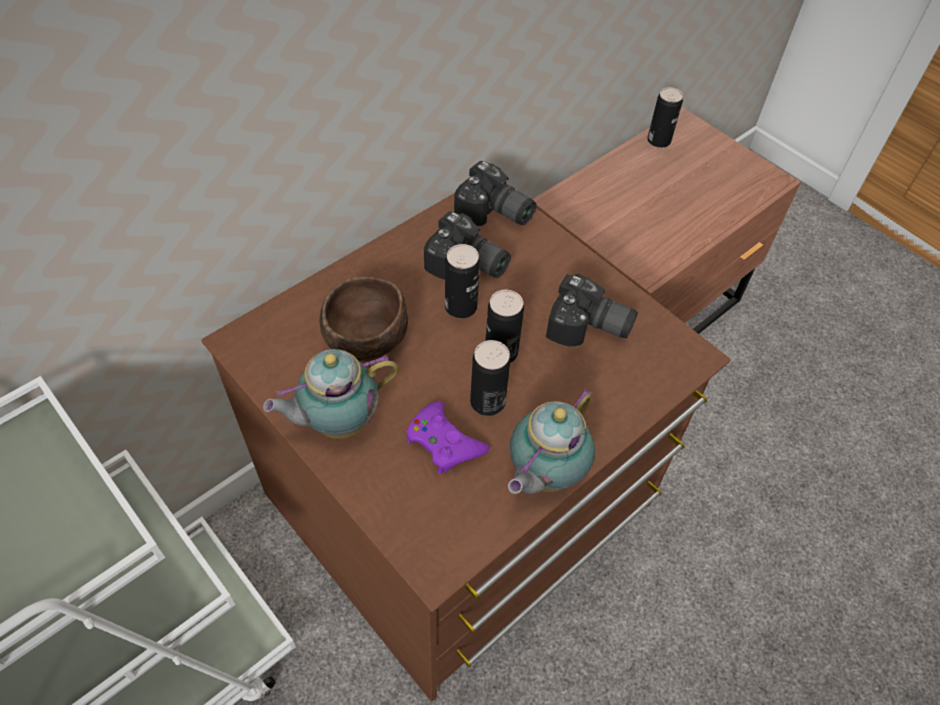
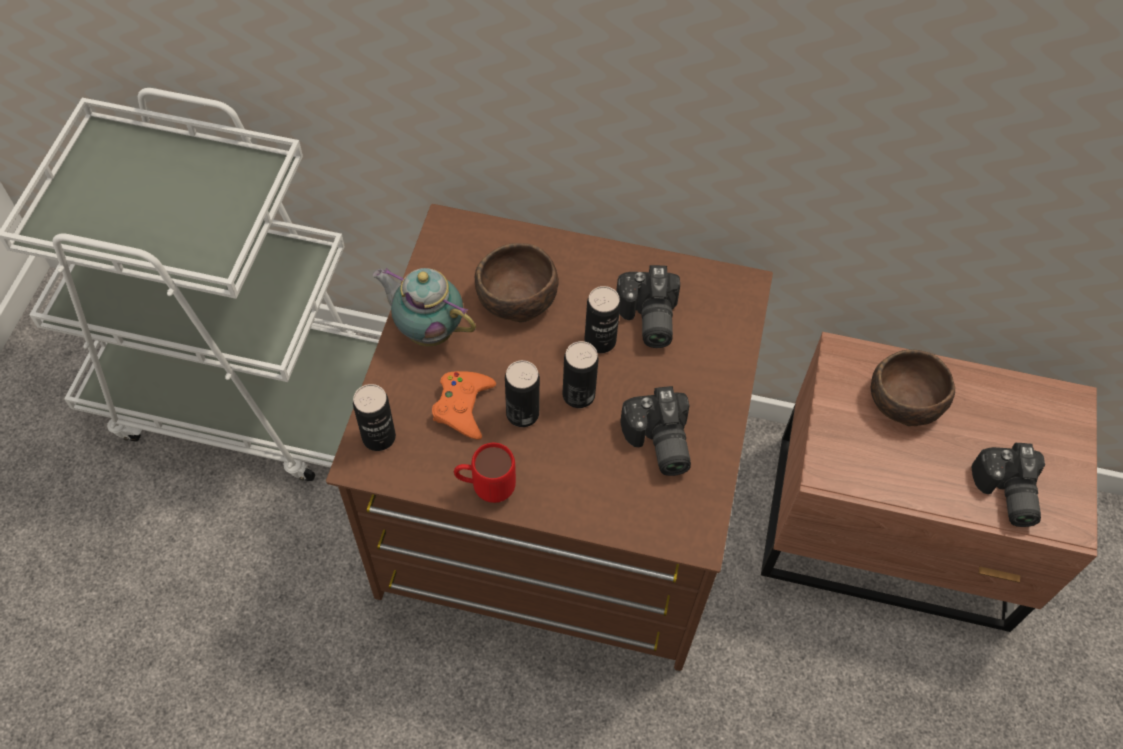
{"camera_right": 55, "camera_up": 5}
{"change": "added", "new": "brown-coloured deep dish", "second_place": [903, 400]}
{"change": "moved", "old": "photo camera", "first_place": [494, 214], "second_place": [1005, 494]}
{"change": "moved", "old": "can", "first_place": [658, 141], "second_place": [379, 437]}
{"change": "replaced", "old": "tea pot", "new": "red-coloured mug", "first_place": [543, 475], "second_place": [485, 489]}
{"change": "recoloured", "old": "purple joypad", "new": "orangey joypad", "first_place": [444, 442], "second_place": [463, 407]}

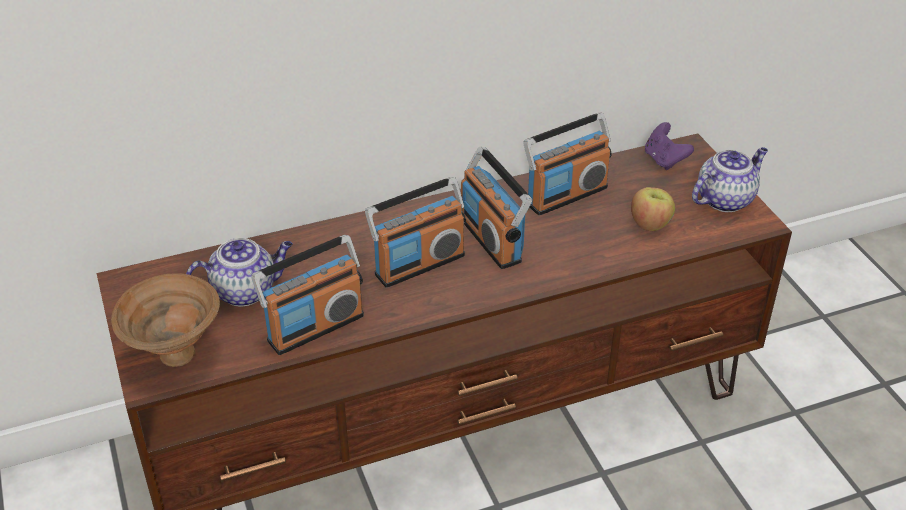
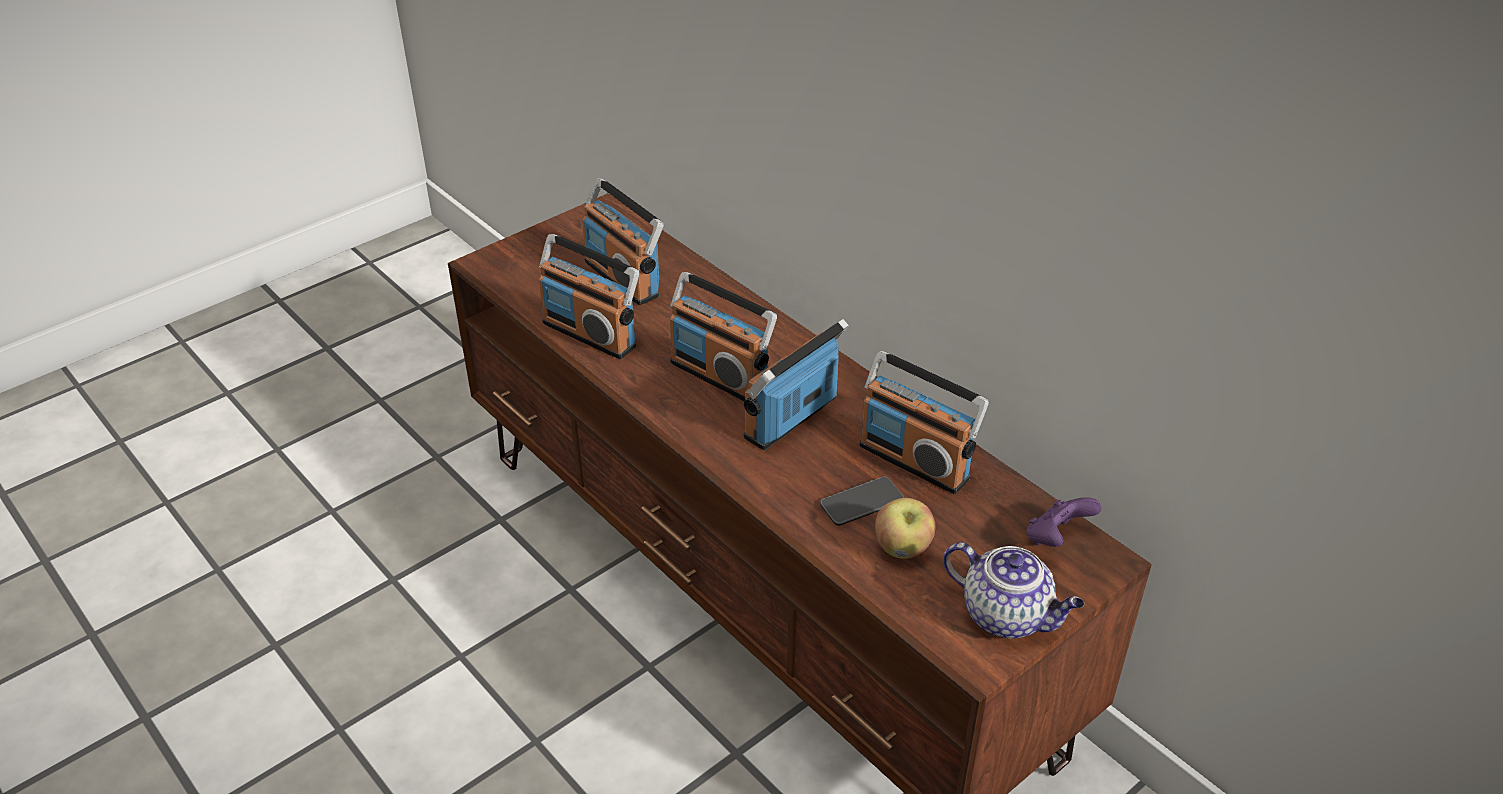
{"camera_right": 70, "camera_up": 0}
{"change": "removed", "old": "brown-coloured deep dish", "first_place": [176, 357]}
{"change": "added", "new": "handset", "second_place": [861, 502]}
{"change": "replaced", "old": "tea pot", "new": "radio set", "first_place": [245, 291], "second_place": [623, 278]}

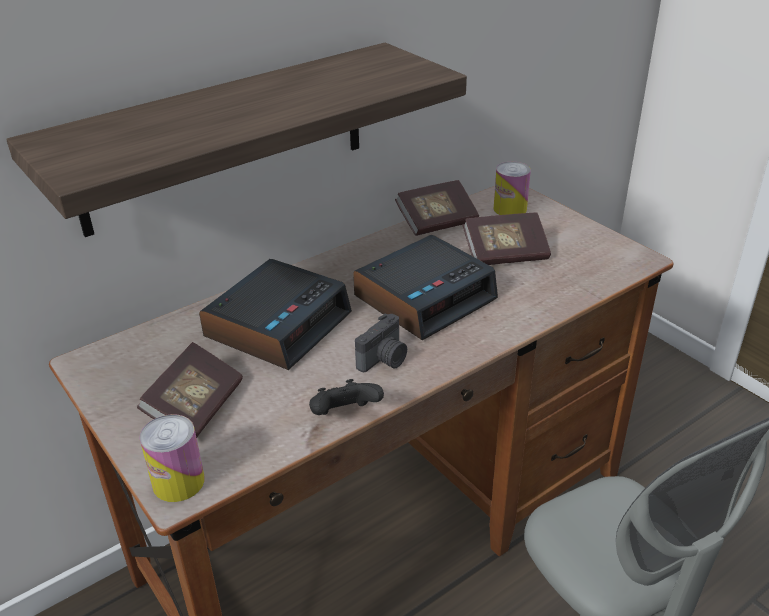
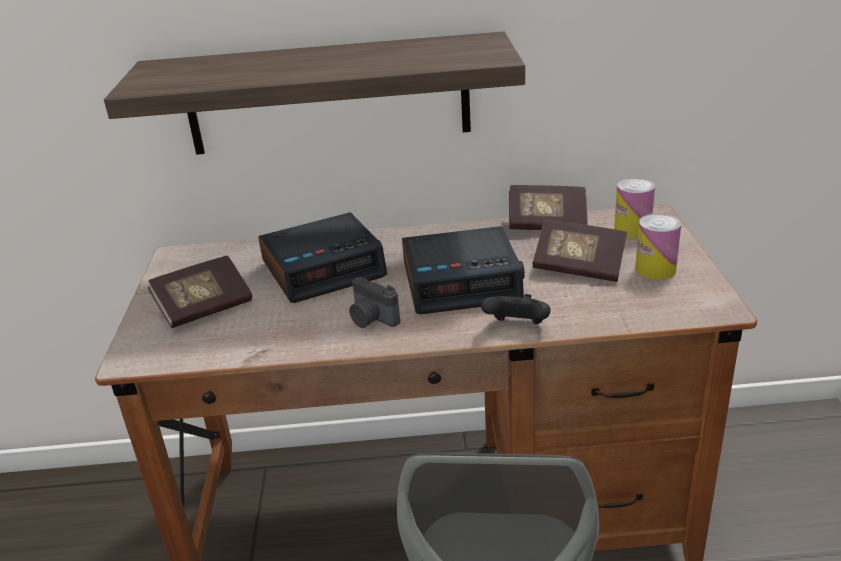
{"camera_right": 35, "camera_up": -5}
{"change": "moved", "old": "can", "first_place": [178, 482], "second_place": [655, 269]}
{"change": "moved", "old": "black joypad", "first_place": [345, 415], "second_place": [517, 327]}
{"change": "turned", "old": "photo camera", "first_place": [384, 360], "second_place": [371, 319], "degrees": 60}

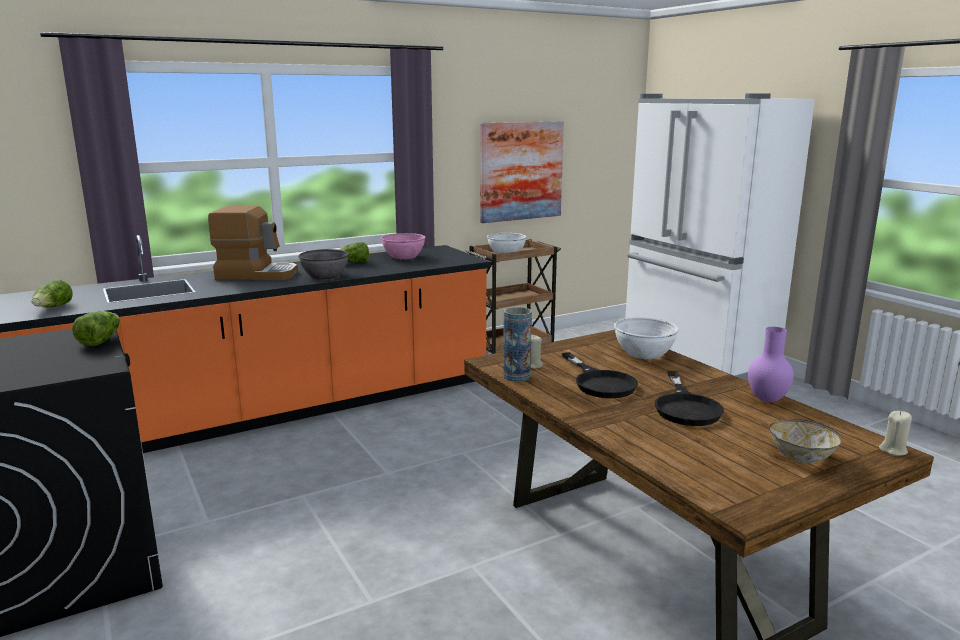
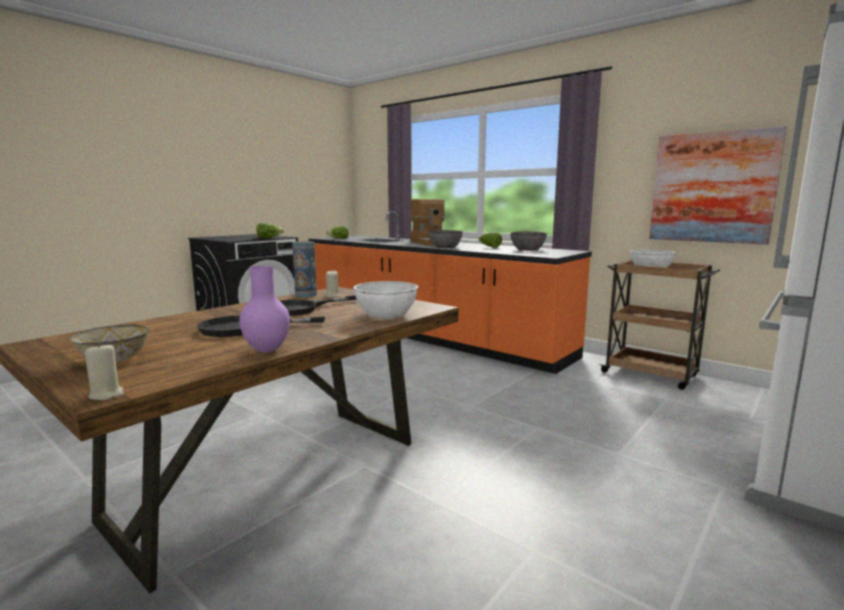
{"camera_right": 70, "camera_up": -5}
{"change": "recoloured", "old": "pink-coloured deep dish", "new": "greyish deep dish", "first_place": [403, 257], "second_place": [527, 249]}

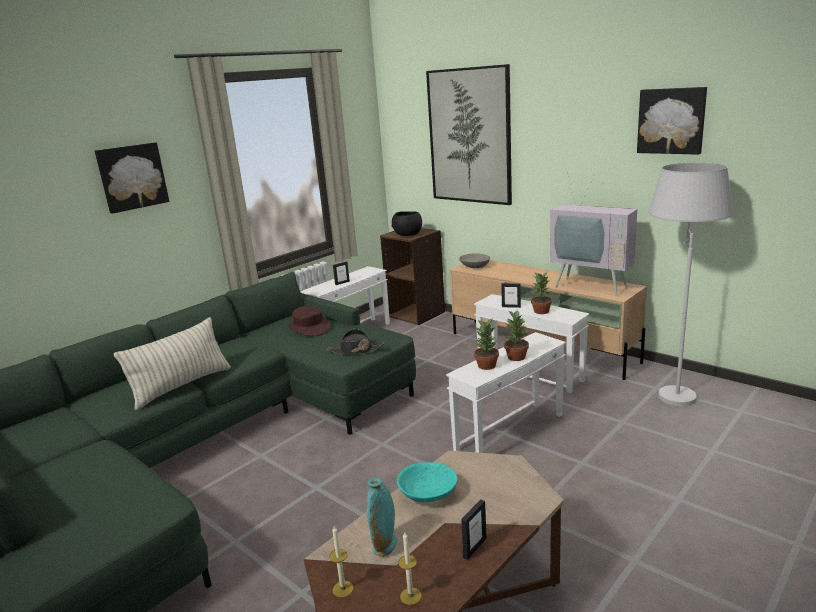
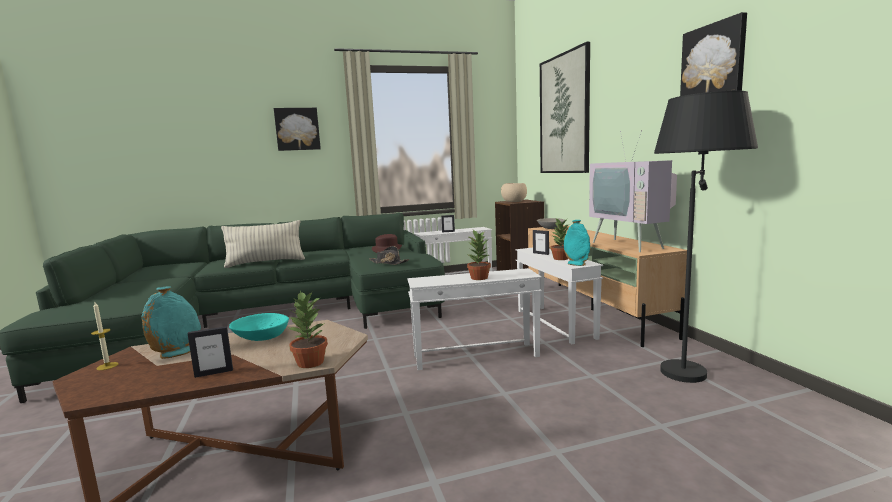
{"camera_right": 30, "camera_up": -10}
{"change": "removed", "old": "wax candle", "first_place": [410, 596]}
{"change": "added", "new": "turquoise vase", "second_place": [576, 264]}
{"change": "moved", "old": "plant in a pot", "first_place": [487, 366], "second_place": [310, 363]}
{"change": "recoloured", "old": "black deep dish", "new": "sand-coloured deep dish", "first_place": [407, 235], "second_place": [513, 202]}
{"change": "recoloured", "old": "white-coloured standing lamp", "new": "black standing lamp", "first_place": [674, 388], "second_place": [691, 365]}

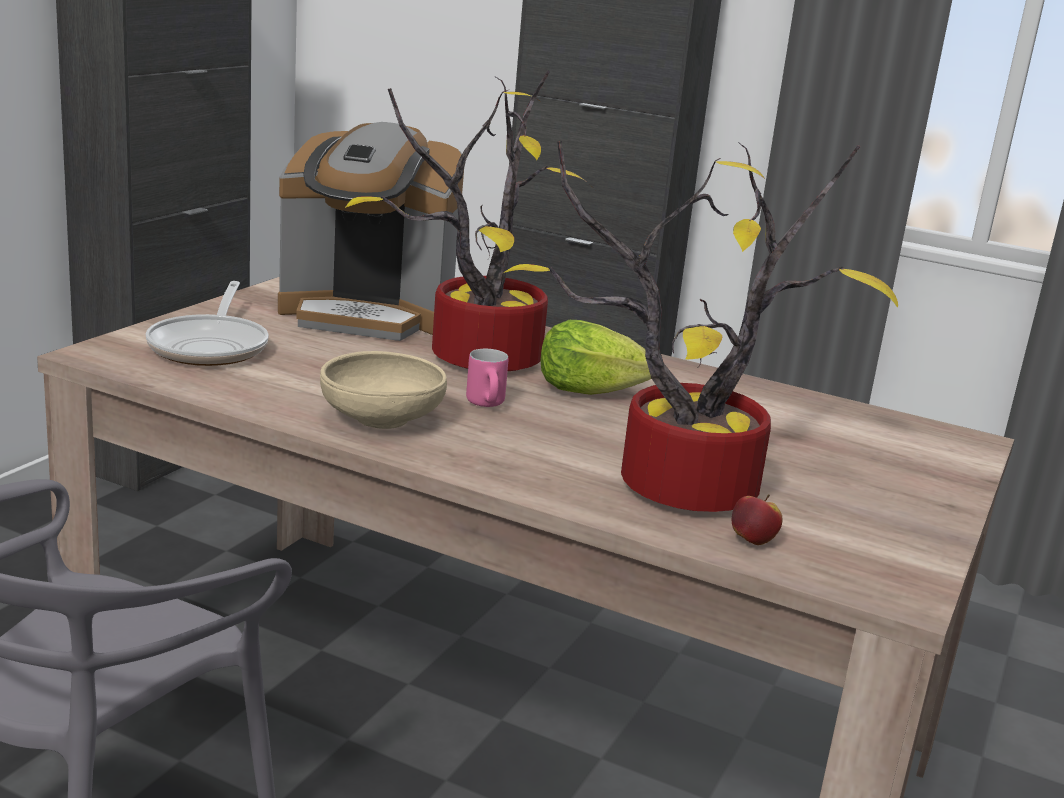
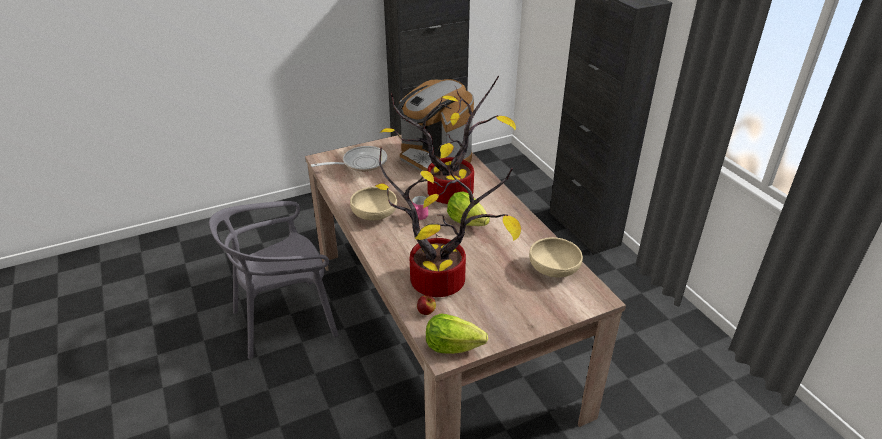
{"camera_right": 40, "camera_up": 15}
{"change": "added", "new": "lettuce head", "second_place": [452, 346]}
{"change": "added", "new": "sand-coloured deep dish", "second_place": [553, 269]}
{"change": "turned", "old": "frying pan", "first_place": [211, 346], "second_place": [361, 163], "degrees": -150}

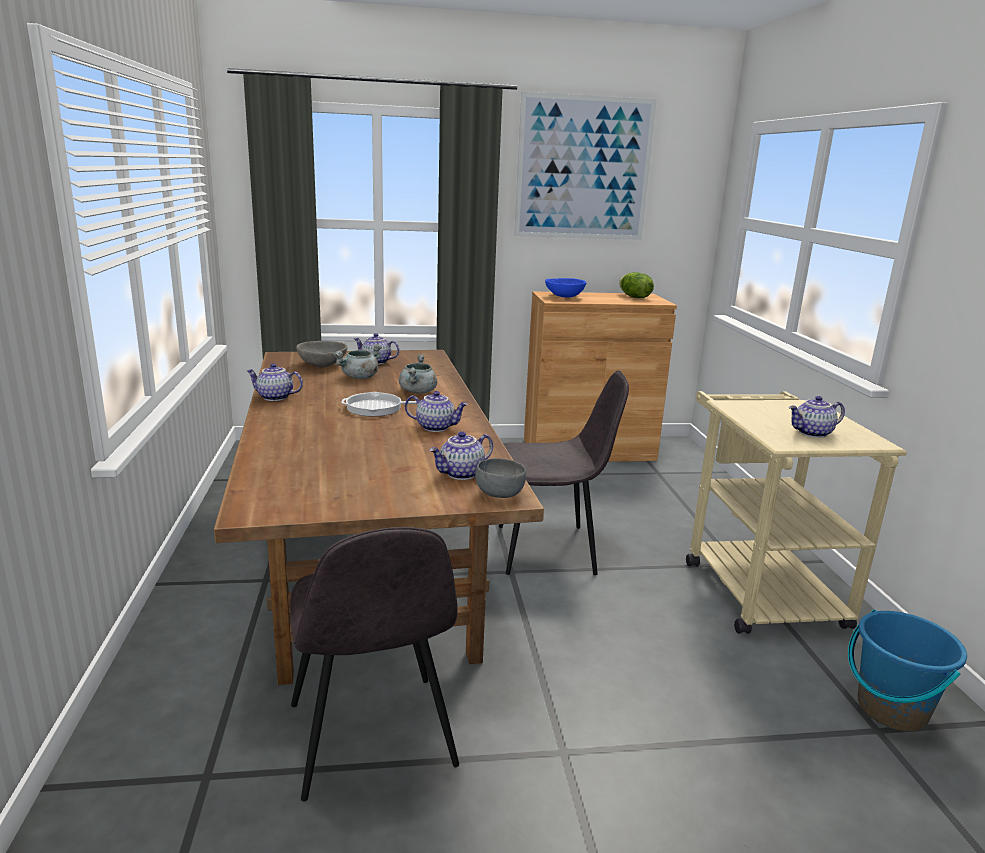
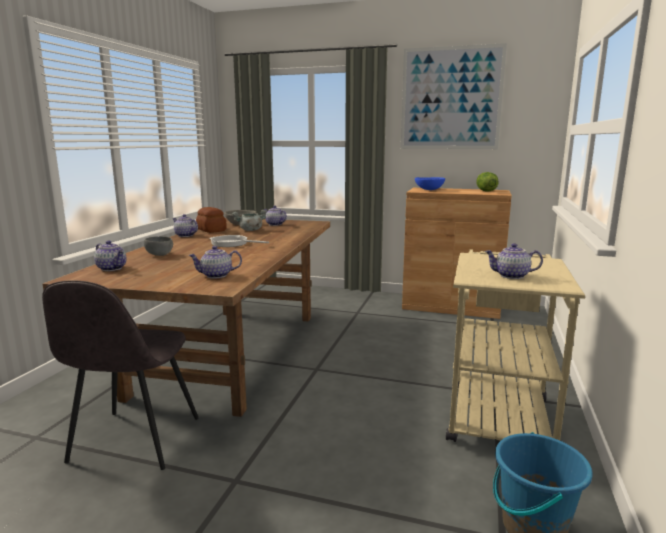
{"camera_right": 25, "camera_up": -5}
{"change": "removed", "old": "greyish stockpot", "first_place": [418, 392]}
{"change": "removed", "old": "greyish upright chair", "first_place": [549, 549]}
{"change": "added", "new": "baked bread", "second_place": [211, 230]}
{"change": "moved", "old": "tea pot", "first_place": [436, 427], "second_place": [112, 268]}
{"change": "moved", "old": "greyish deep dish", "first_place": [499, 494], "second_place": [159, 255]}

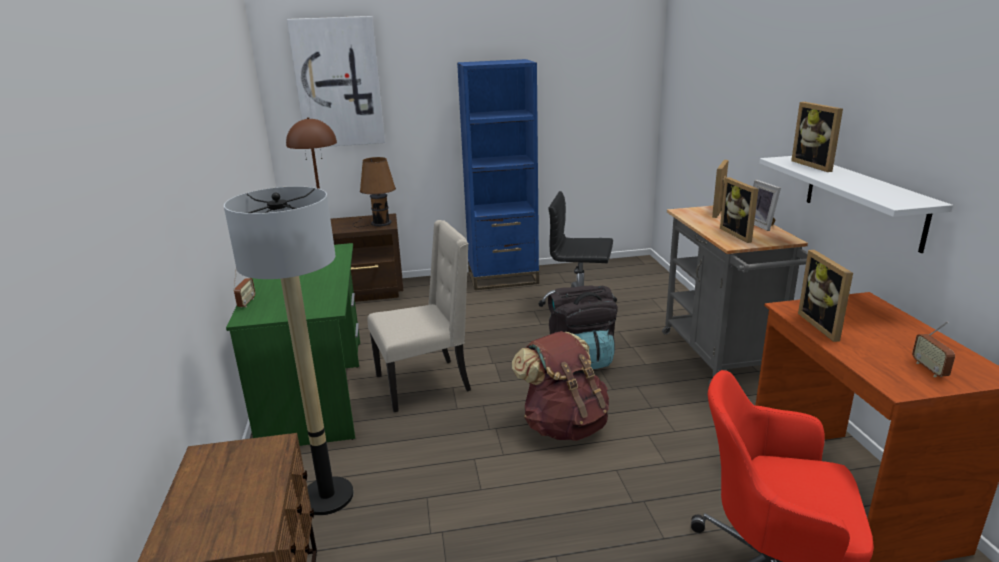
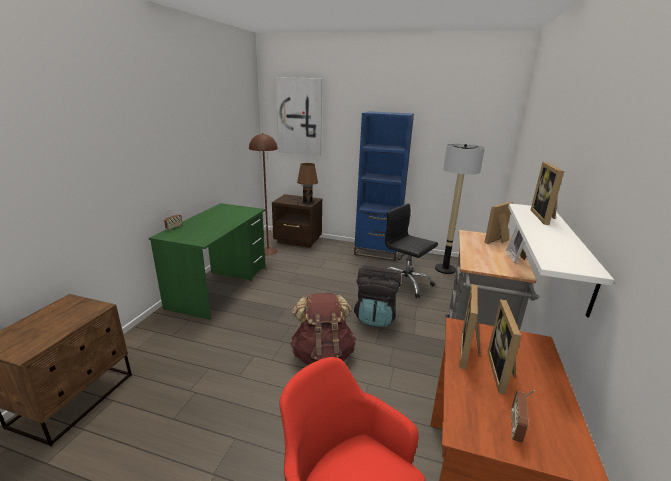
{"camera_right": 25, "camera_up": 0}
{"change": "removed", "old": "sand-coloured upright chair", "first_place": [425, 383]}
{"change": "moved", "old": "standing lamp", "first_place": [327, 496], "second_place": [445, 269]}
{"change": "moved", "old": "standing frame", "first_place": [740, 234], "second_place": [503, 372]}

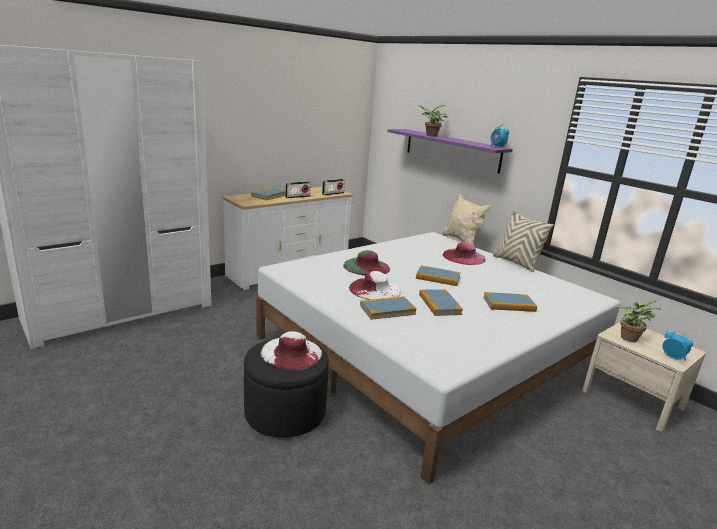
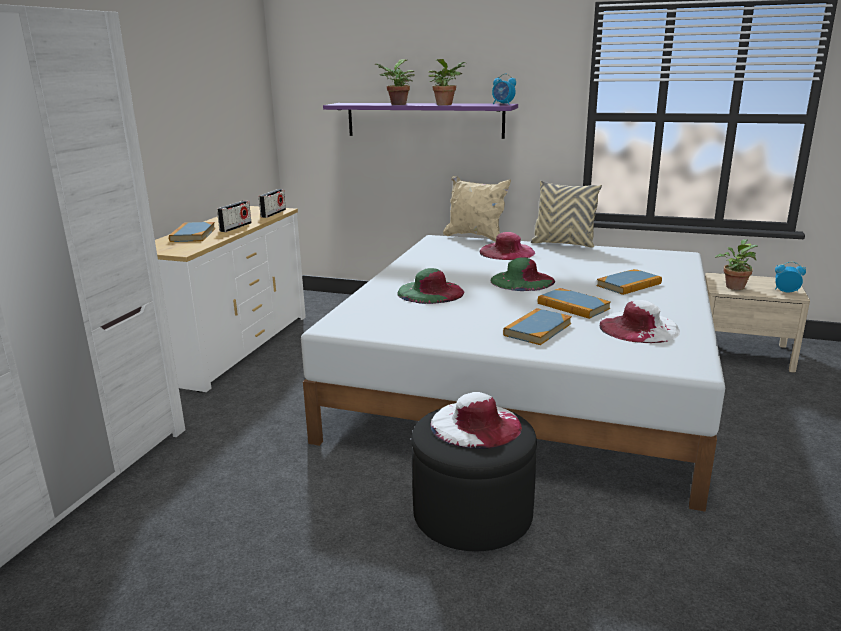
{"camera_right": -30, "camera_up": 0}
{"change": "added", "new": "plant in a pot", "second_place": [445, 104]}
{"change": "moved", "old": "white-coloured wearable hat", "first_place": [375, 289], "second_place": [639, 327]}
{"change": "replaced", "old": "volume", "new": "greenish wearable hat", "first_place": [438, 278], "second_place": [522, 280]}

